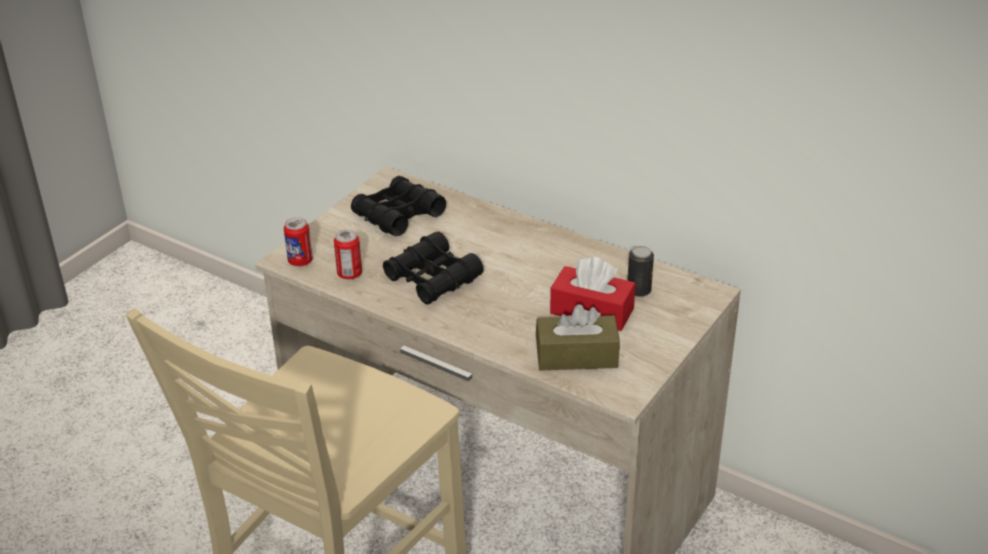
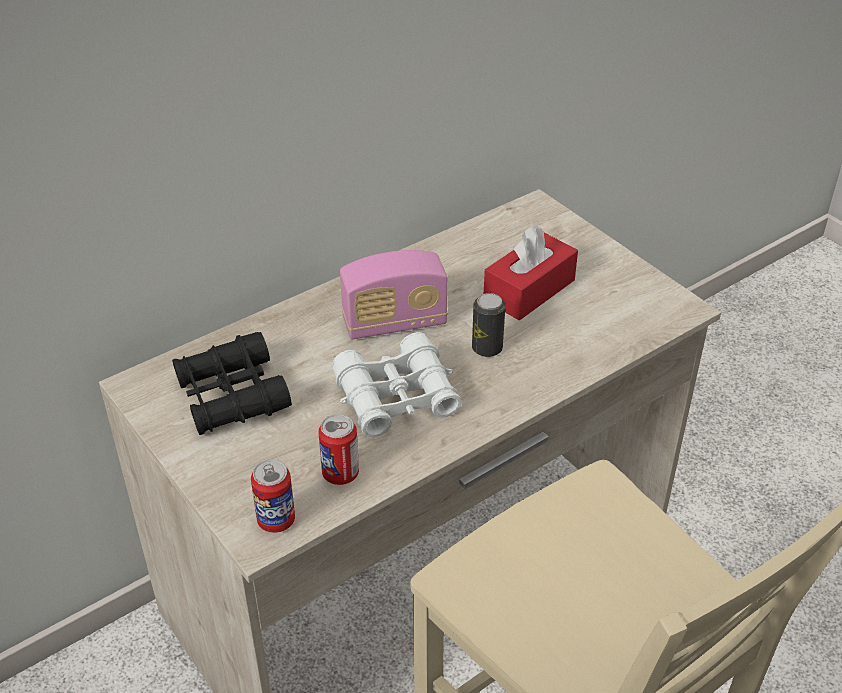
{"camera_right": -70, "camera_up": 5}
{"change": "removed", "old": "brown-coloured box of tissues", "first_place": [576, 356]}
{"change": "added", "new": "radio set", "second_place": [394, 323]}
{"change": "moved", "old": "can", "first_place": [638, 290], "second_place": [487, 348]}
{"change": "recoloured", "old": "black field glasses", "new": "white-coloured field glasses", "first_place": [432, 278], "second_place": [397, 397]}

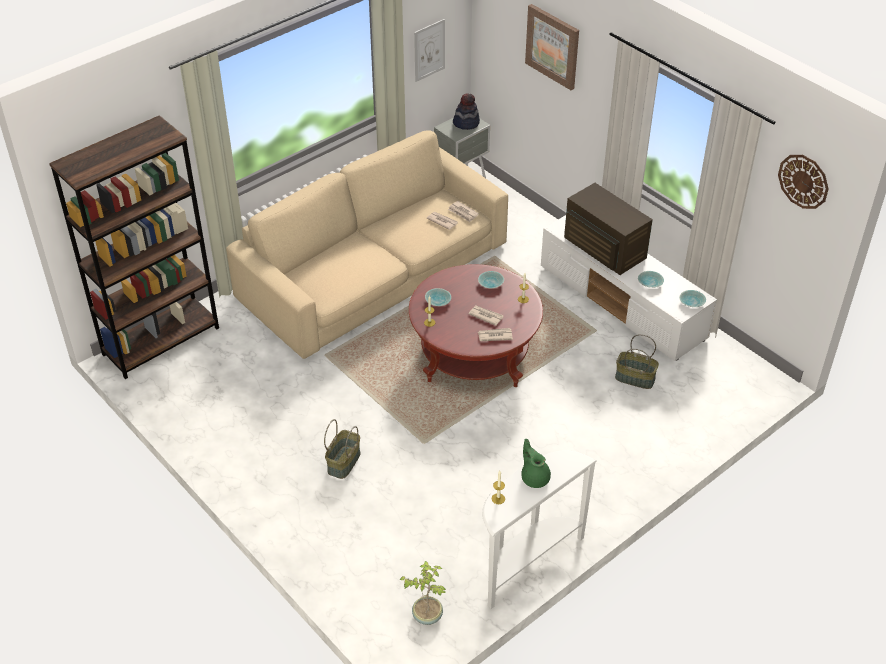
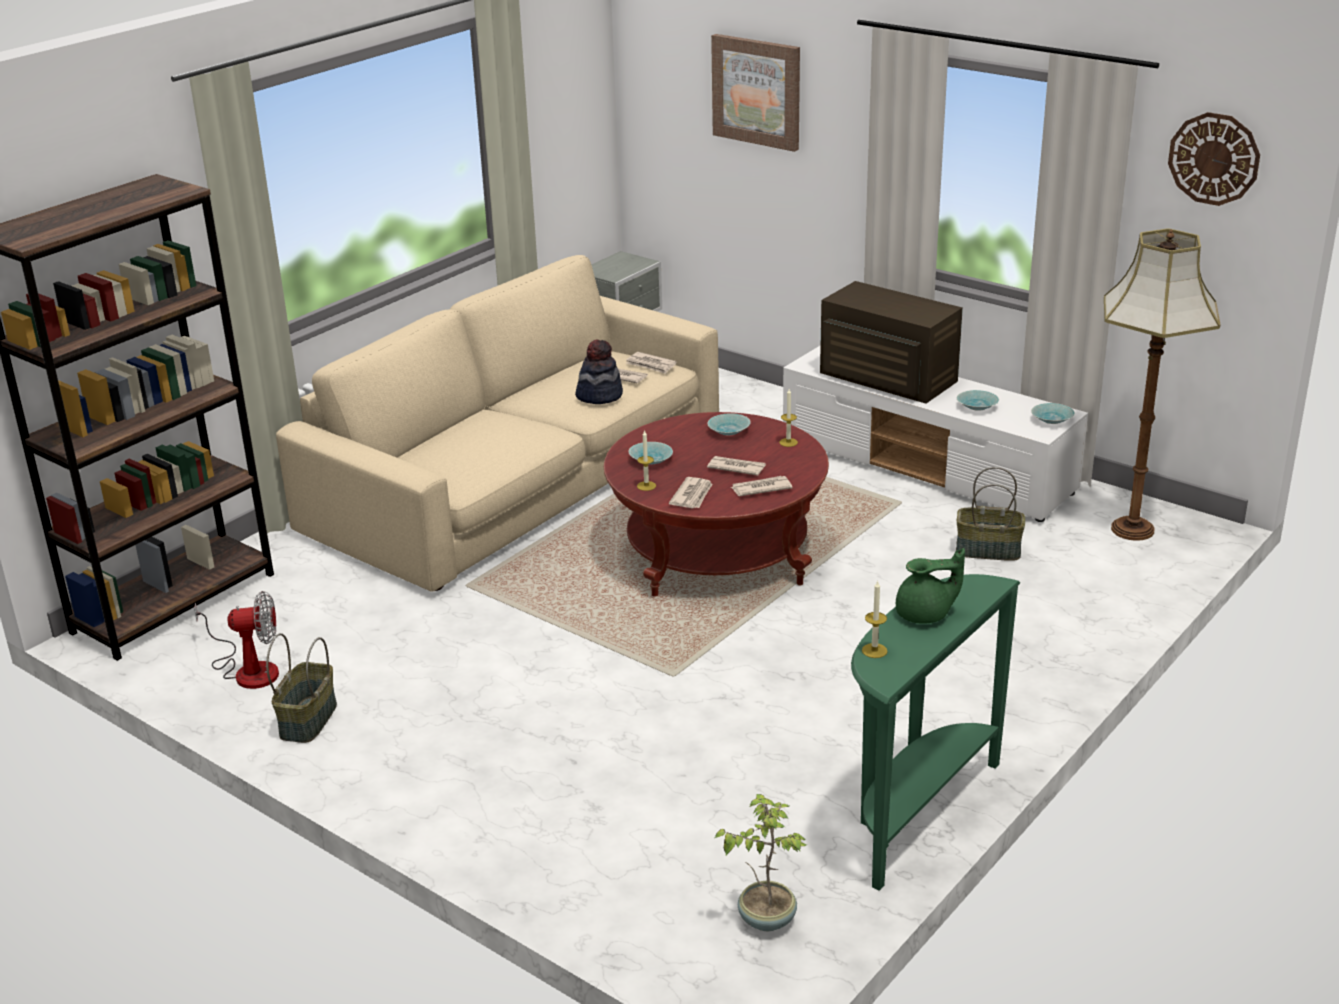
{"camera_right": -10, "camera_up": -15}
{"change": "removed", "old": "picture", "first_place": [429, 50]}
{"change": "added", "new": "electric fan", "second_place": [248, 669]}
{"change": "added", "new": "daily paper", "second_place": [692, 495]}
{"change": "added", "new": "standing lamp", "second_place": [1133, 529]}
{"change": "moved", "old": "basket", "first_place": [343, 462], "second_place": [307, 719]}
{"change": "moved", "old": "wearable hat", "first_place": [466, 123], "second_place": [599, 395]}
{"change": "recoloured", "old": "white-coloured console table", "new": "greenish console table", "first_place": [526, 562], "second_place": [914, 812]}
{"change": "turned", "old": "greenish tea pot", "first_place": [534, 477], "second_place": [925, 615], "degrees": 120}

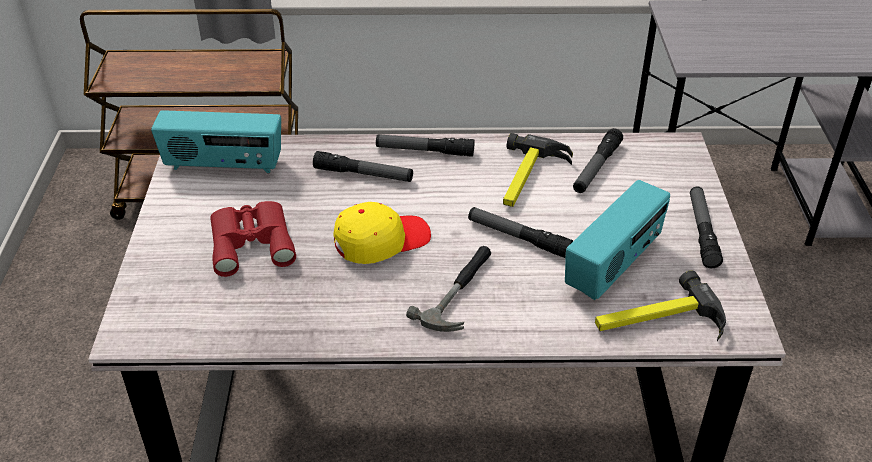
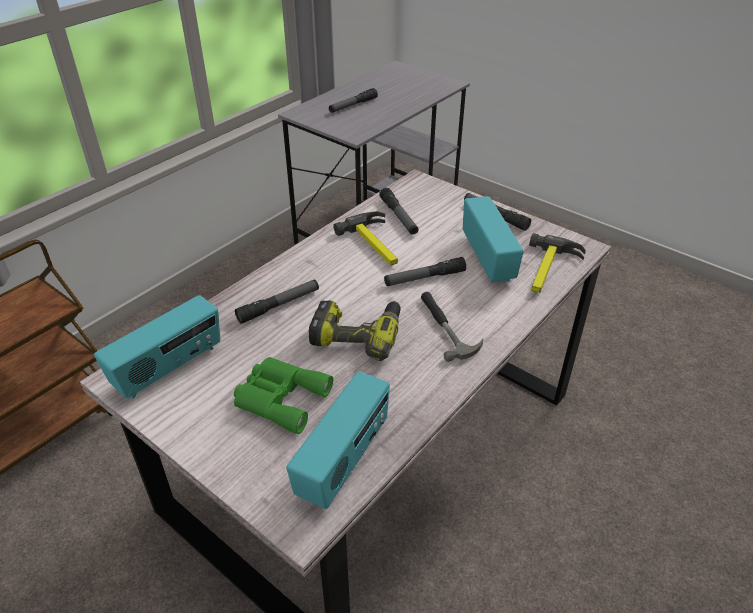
{"camera_right": -50, "camera_up": 0}
{"change": "added", "new": "radio set", "second_place": [344, 460]}
{"change": "moved", "old": "torch", "first_place": [425, 151], "second_place": [353, 105]}
{"change": "replaced", "old": "yellowish cap", "new": "drill", "first_place": [381, 240], "second_place": [357, 334]}
{"change": "recoloured", "old": "red-coloured field glasses", "new": "greenish field glasses", "first_place": [252, 241], "second_place": [279, 397]}

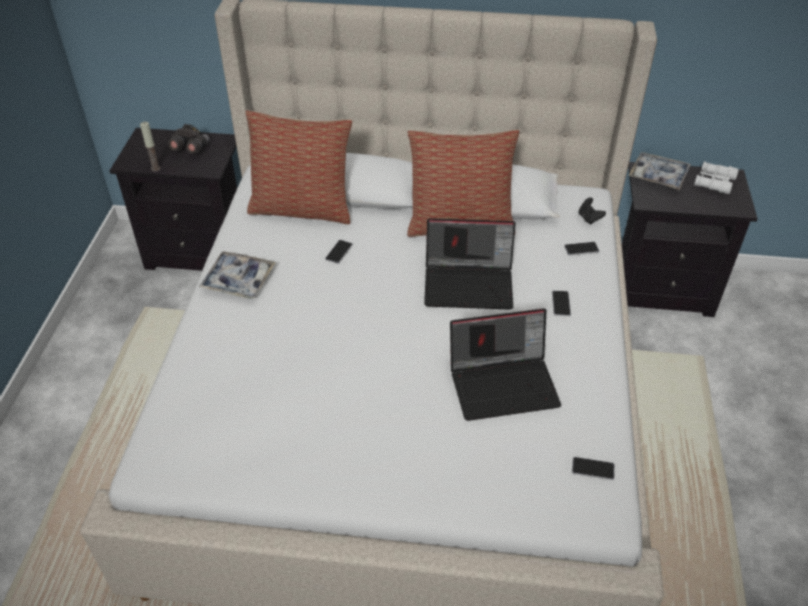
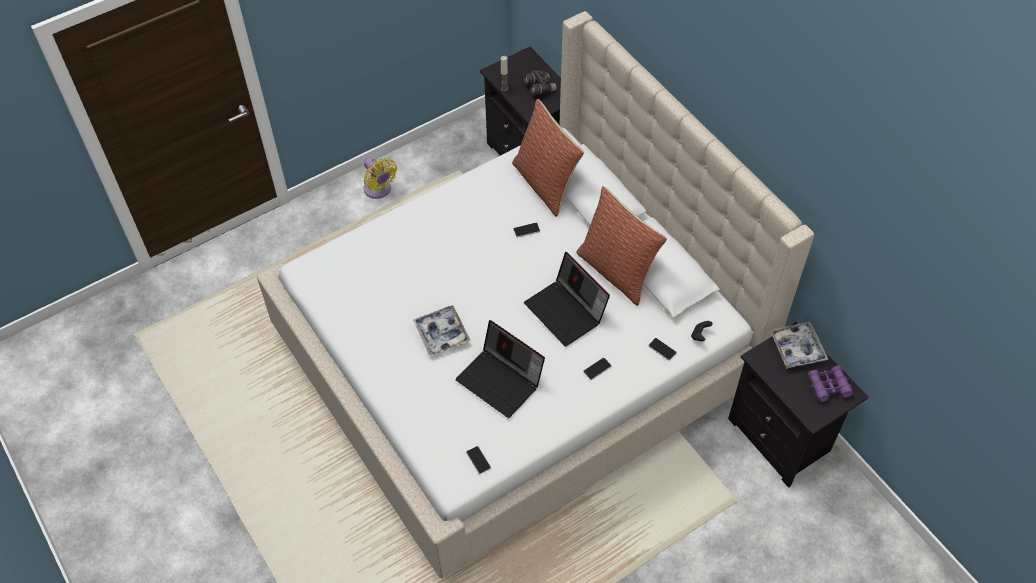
{"camera_right": 50, "camera_up": 10}
{"change": "added", "new": "yellowish electric fan", "second_place": [379, 190]}
{"change": "moved", "old": "tray", "first_place": [238, 280], "second_place": [441, 333]}
{"change": "recoloured", "old": "white-coloured field glasses", "new": "purple field glasses", "first_place": [714, 182], "second_place": [828, 386]}

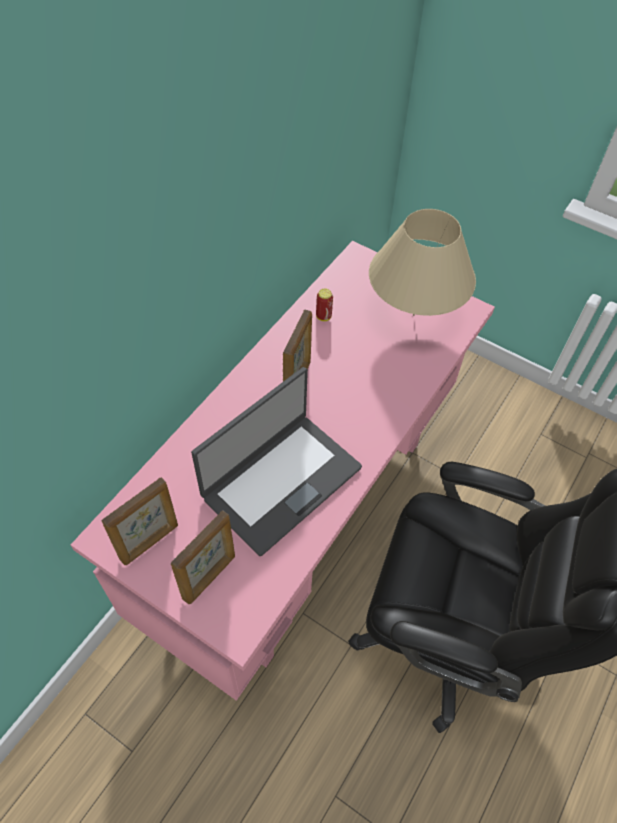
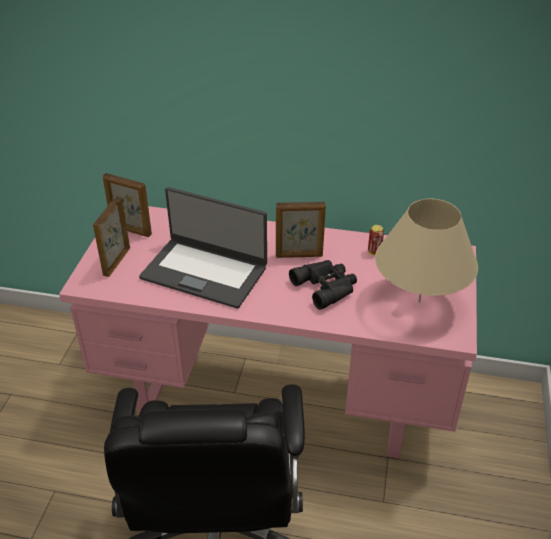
{"camera_right": 70, "camera_up": -15}
{"change": "added", "new": "black field glasses", "second_place": [326, 286]}
{"change": "turned", "old": "standing frame", "first_place": [210, 577], "second_place": [116, 262], "degrees": 90}

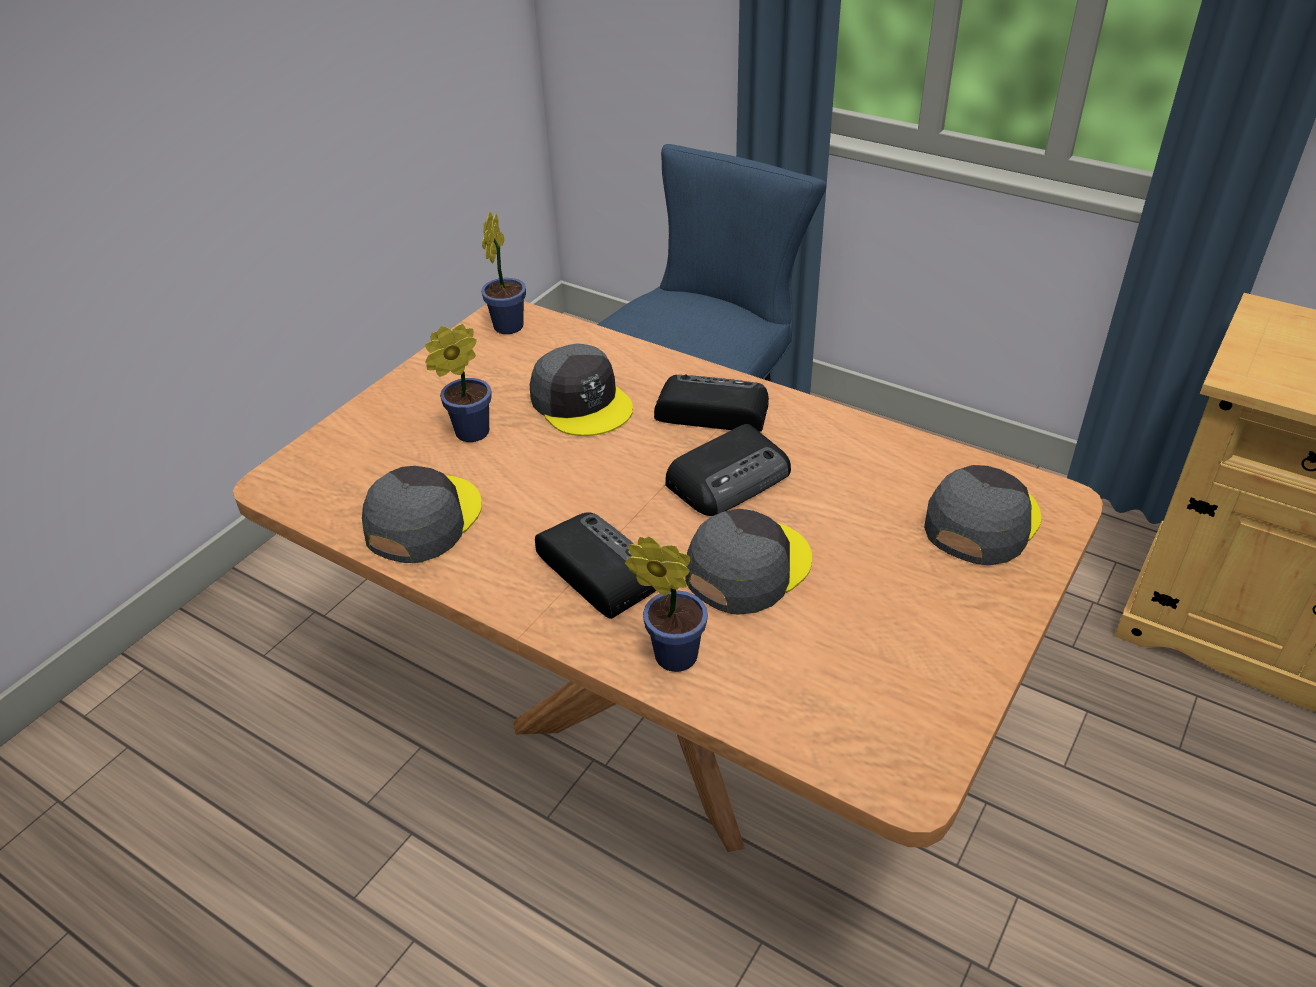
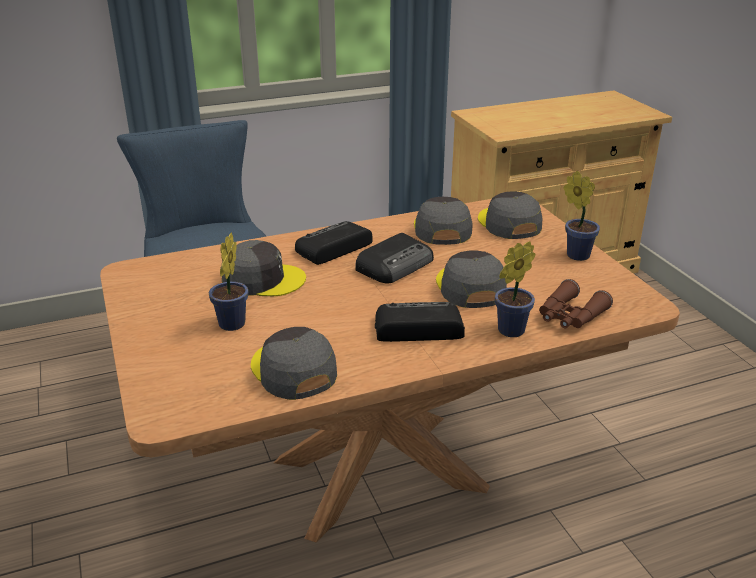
{"camera_right": -55, "camera_up": -10}
{"change": "added", "new": "greyish cap", "second_place": [441, 229]}
{"change": "added", "new": "brown-coloured field glasses", "second_place": [570, 316]}
{"change": "moved", "old": "plant in a pot", "first_place": [510, 324], "second_place": [575, 254]}
{"change": "turned", "old": "radio set", "first_place": [730, 478], "second_place": [396, 265], "degrees": 45}

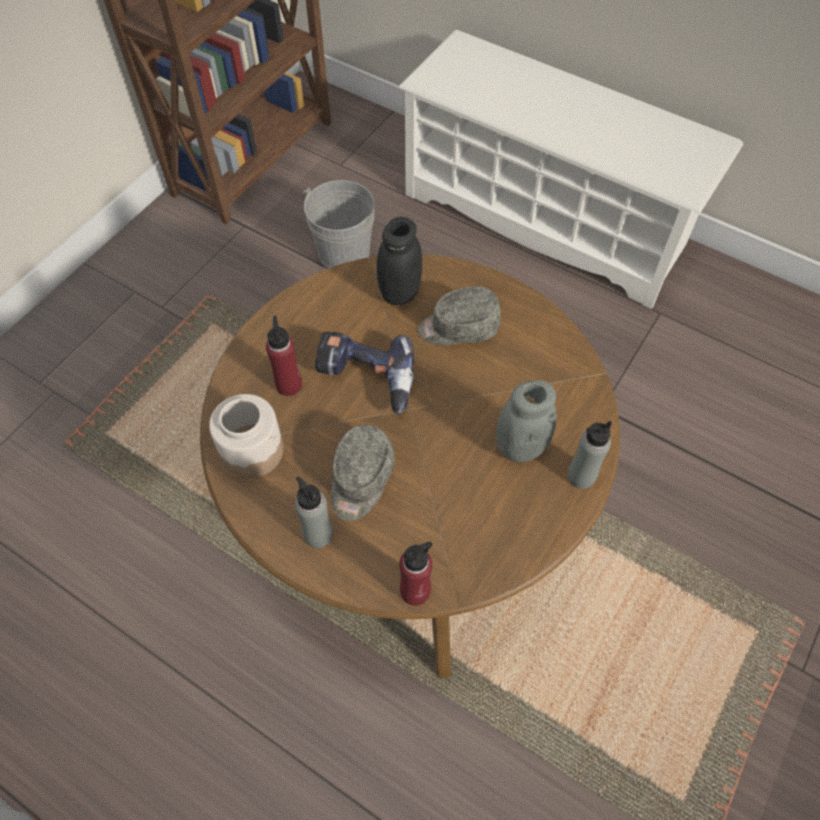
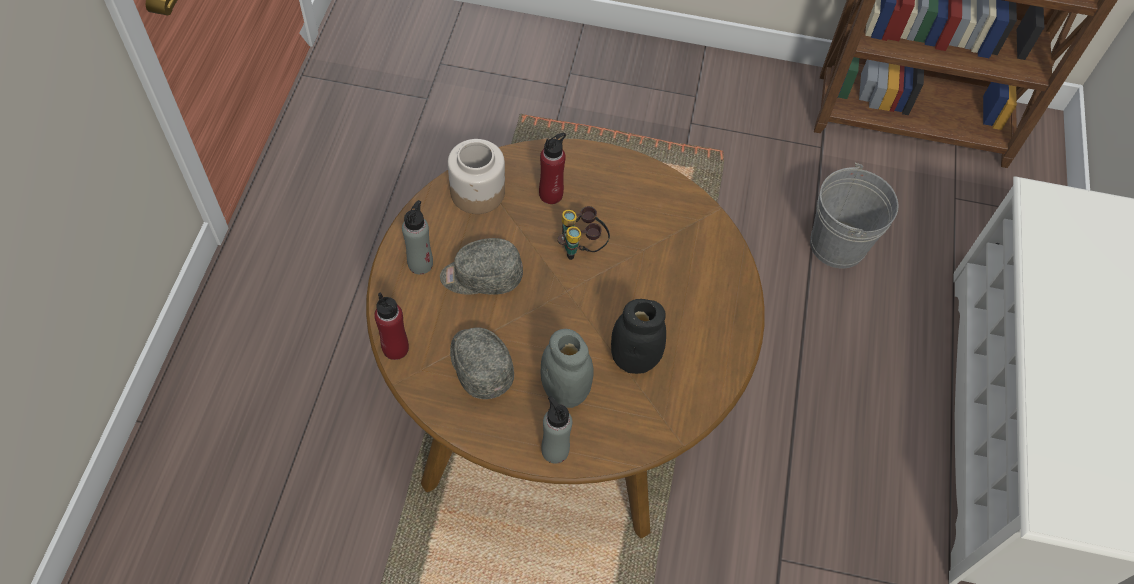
{"camera_right": 65, "camera_up": 0}
{"change": "moved", "old": "black storage jar", "first_place": [399, 292], "second_place": [634, 359]}
{"change": "moved", "old": "greyish cap", "first_place": [458, 327], "second_place": [479, 365]}
{"change": "replaced", "old": "drill", "new": "field glasses", "first_place": [365, 379], "second_place": [582, 248]}

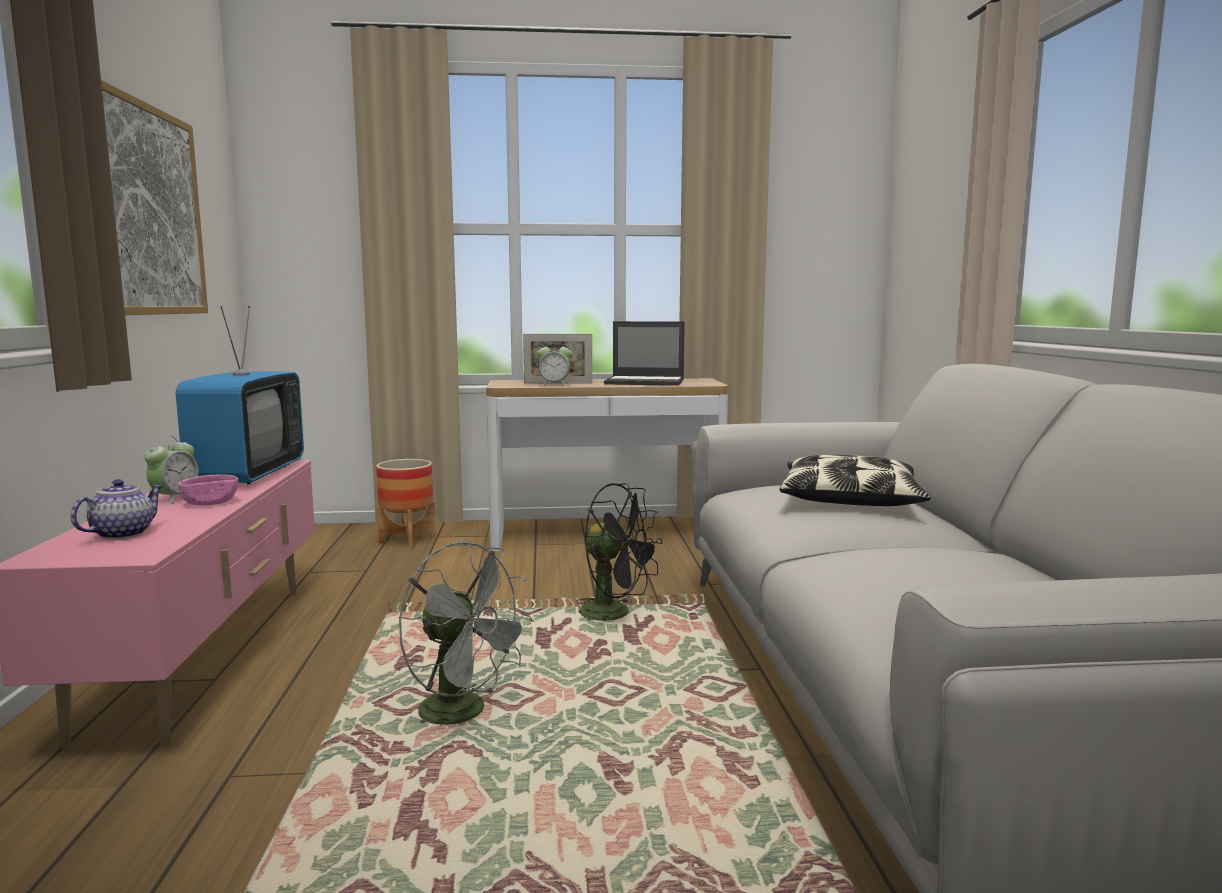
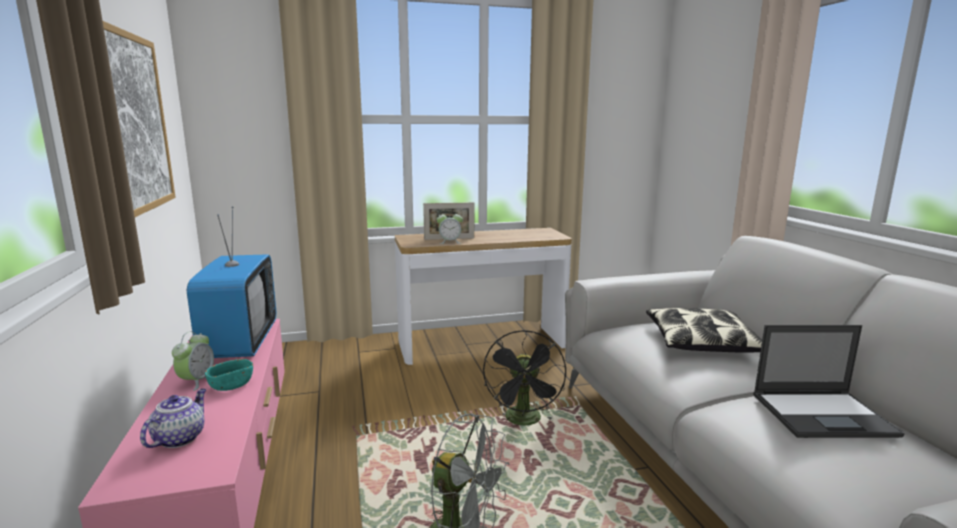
{"camera_right": -10, "camera_up": 5}
{"change": "removed", "old": "plant pot", "first_place": [407, 540]}
{"change": "moved", "old": "laptop", "first_place": [646, 382], "second_place": [824, 414]}
{"change": "recoloured", "old": "pink-coloured deep dish", "new": "turquoise deep dish", "first_place": [210, 503], "second_place": [231, 385]}
{"change": "turned", "old": "black electric fan", "first_place": [616, 614], "second_place": [524, 421], "degrees": 75}

